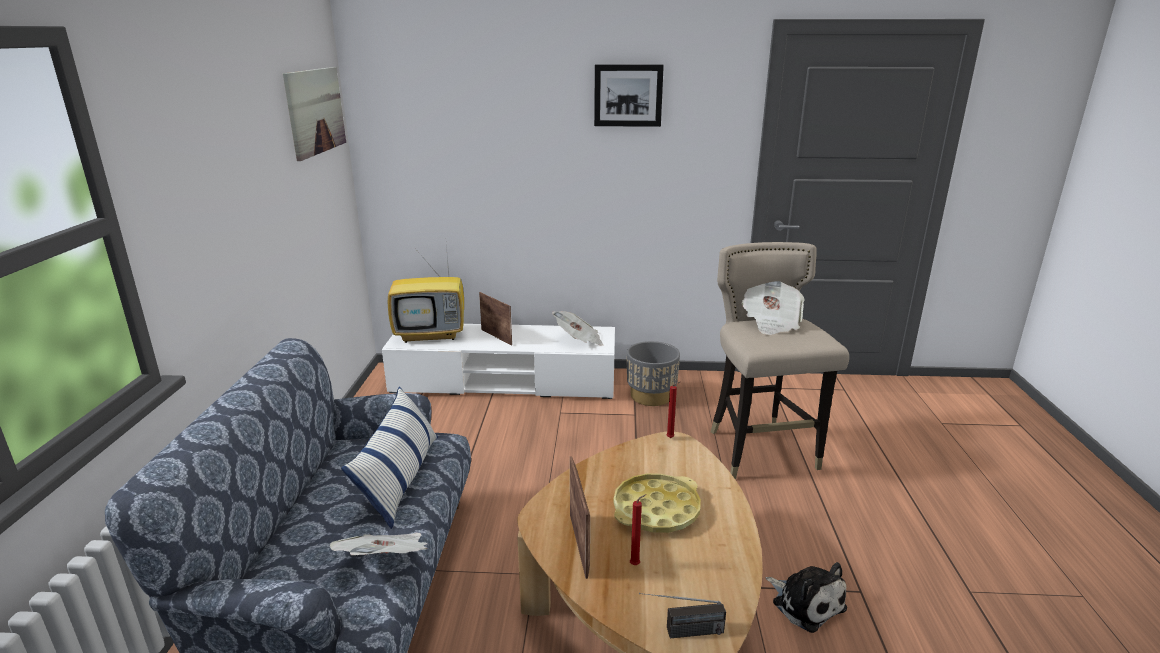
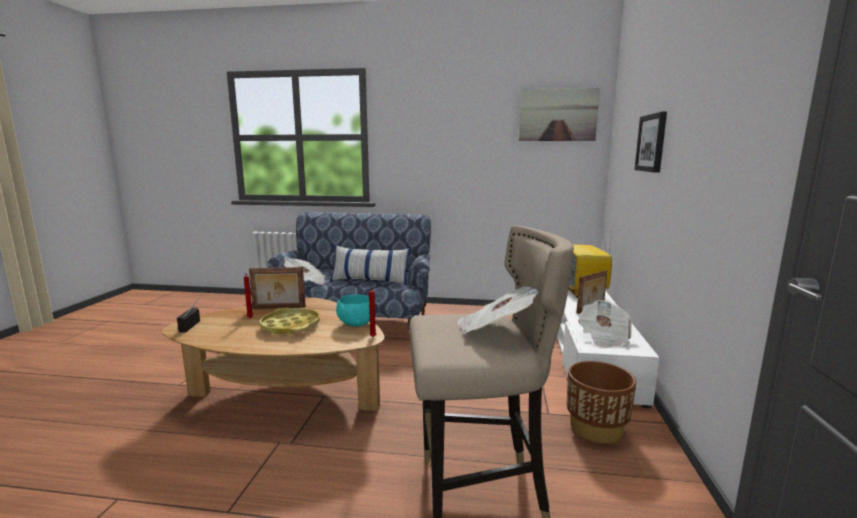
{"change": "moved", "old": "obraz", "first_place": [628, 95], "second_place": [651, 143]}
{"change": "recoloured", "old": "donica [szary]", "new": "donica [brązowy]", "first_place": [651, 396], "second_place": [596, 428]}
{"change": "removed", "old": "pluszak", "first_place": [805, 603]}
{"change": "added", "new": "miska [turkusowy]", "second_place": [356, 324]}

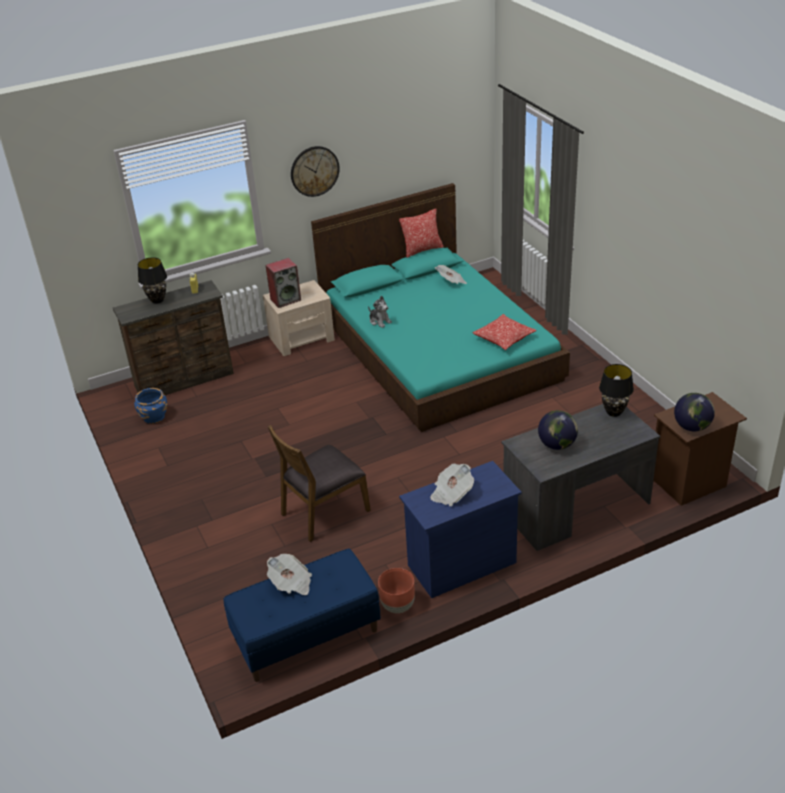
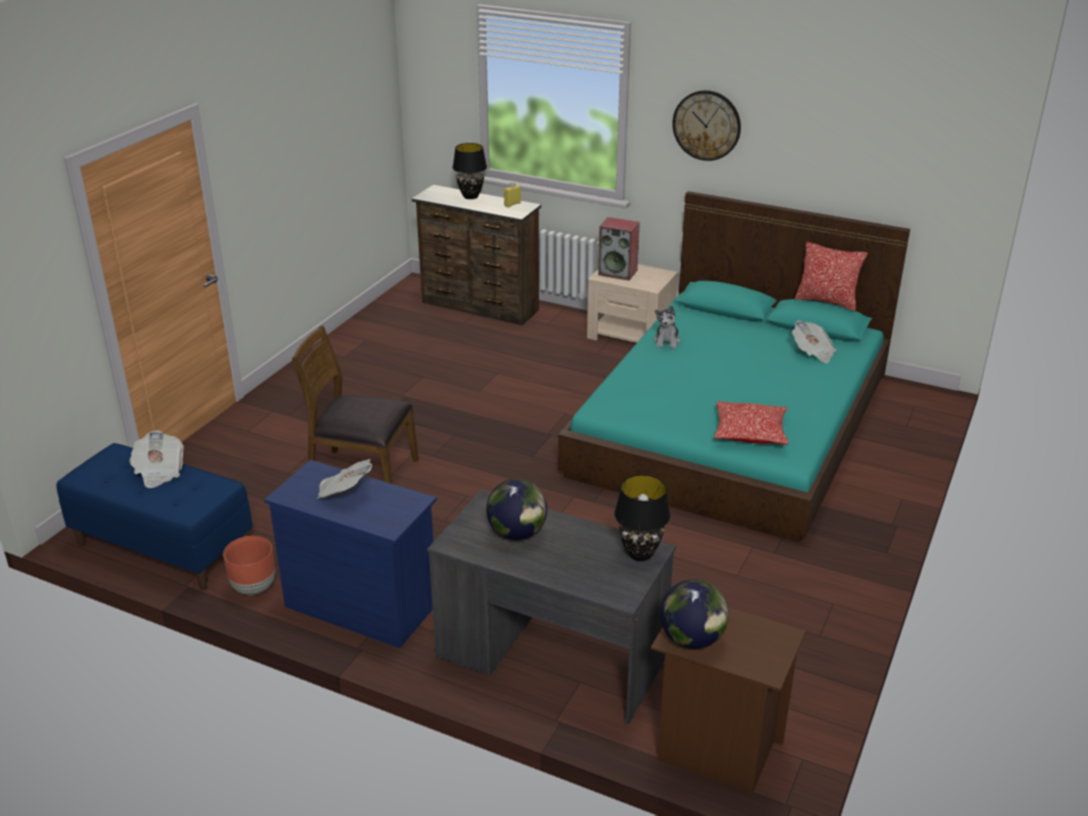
{"change": "removed", "old": "donica [niebieski]", "first_place": [154, 417]}

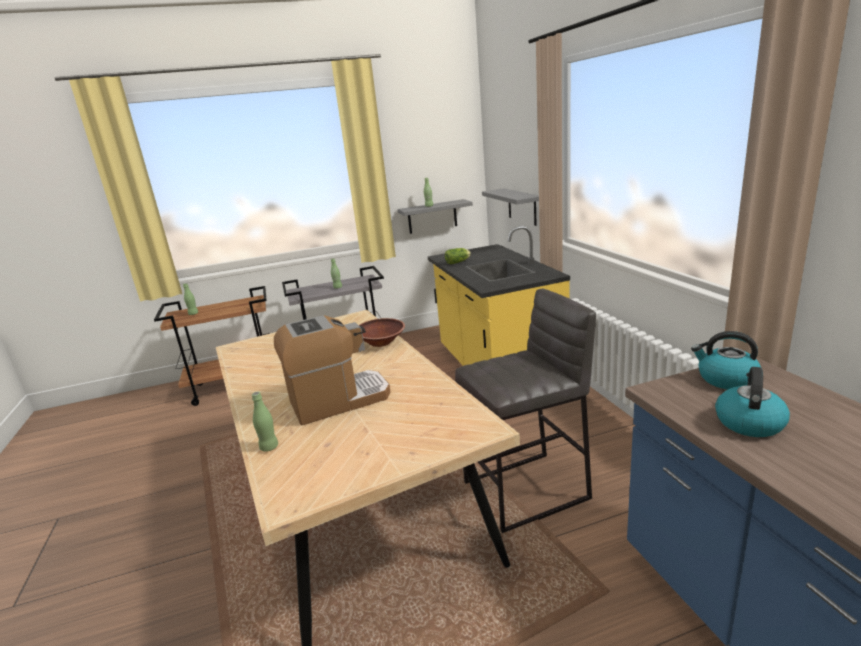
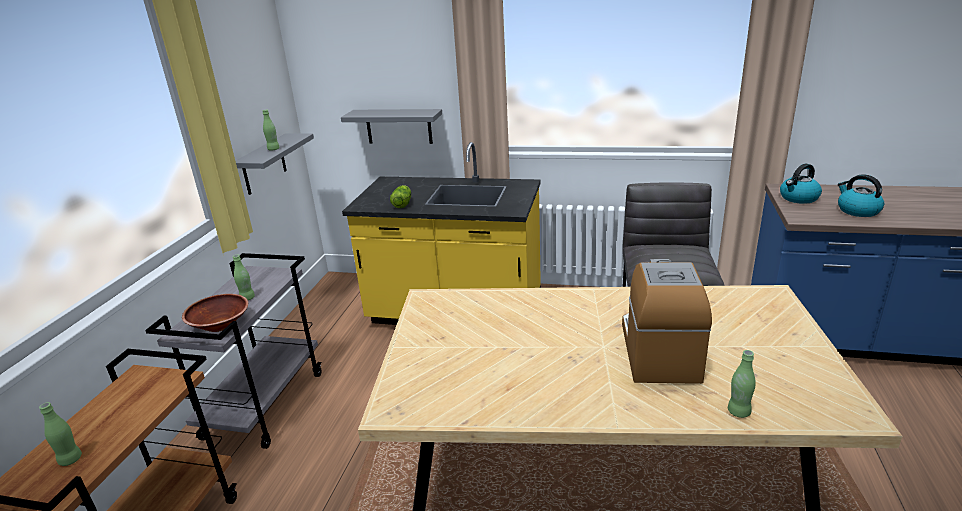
{"change": "moved", "old": "miska [brązowy]", "first_place": [381, 342], "second_place": [219, 325]}

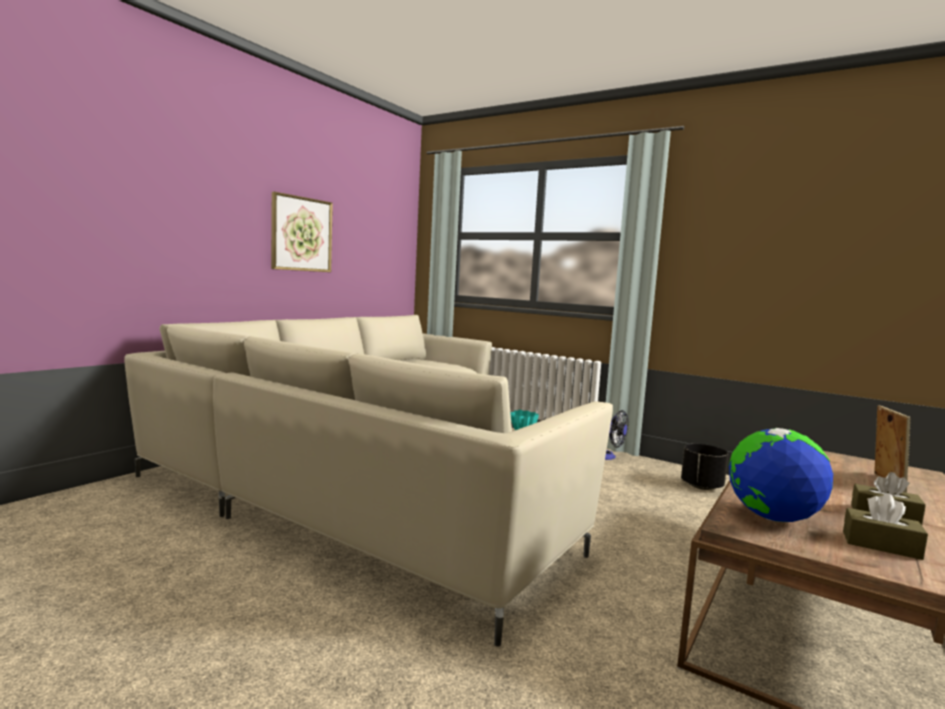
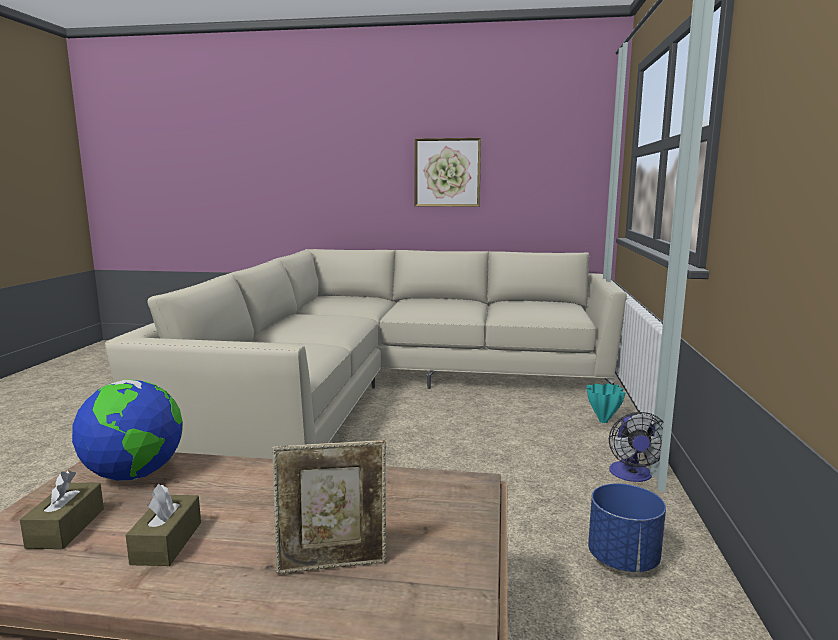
{"change": "recoloured", "old": "donica [czarny]", "new": "donica [niebieski]", "first_place": [701, 486], "second_place": [622, 559]}

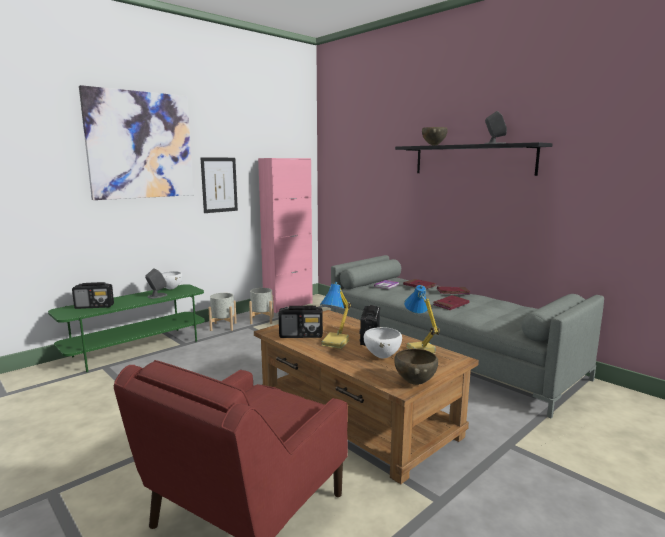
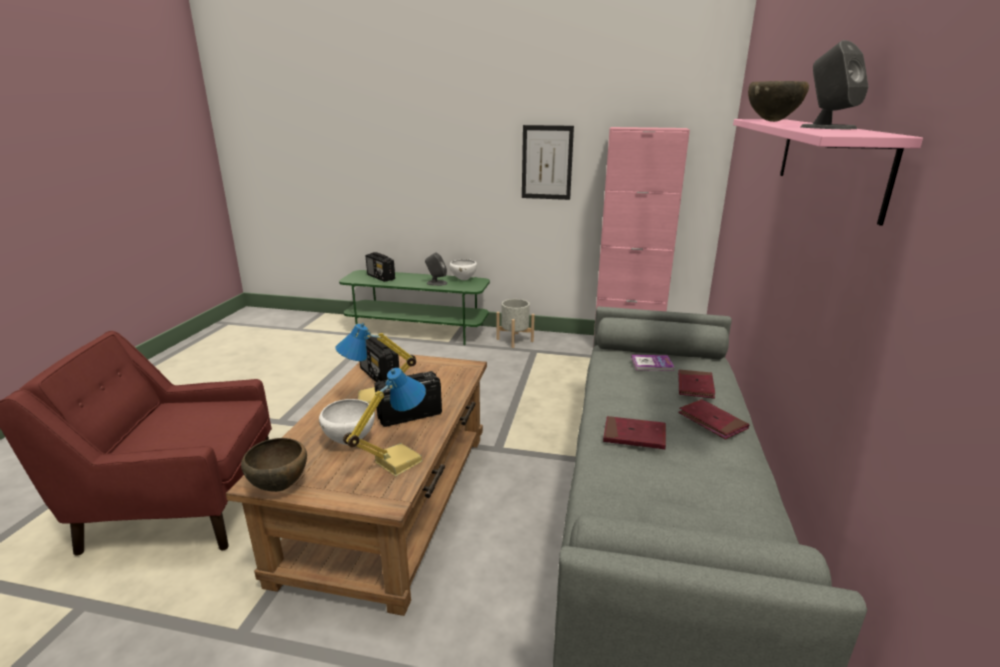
{"change": "removed", "old": "obraz", "first_place": [140, 145]}
{"change": "recoloured", "old": "półka [czarny]", "new": "półka [różowy]", "first_place": [472, 159], "second_place": [827, 160]}
{"change": "removed", "old": "donica [szary]", "first_place": [262, 320]}

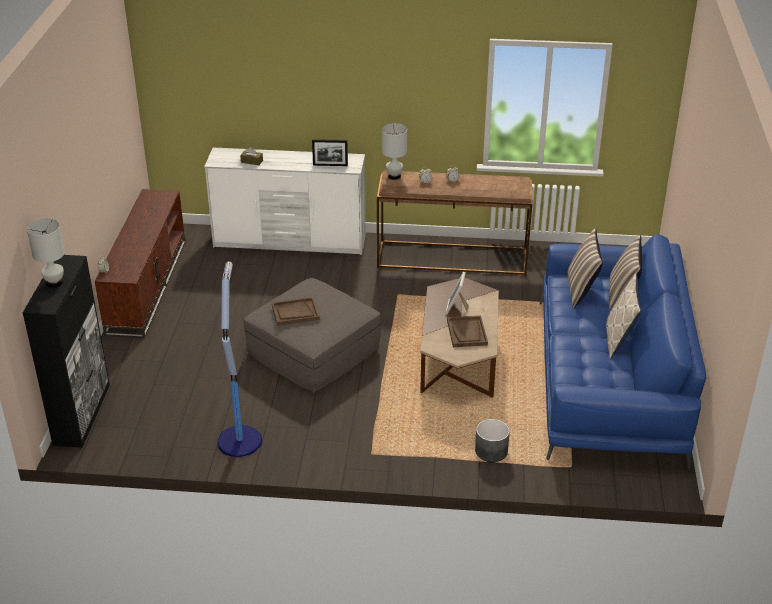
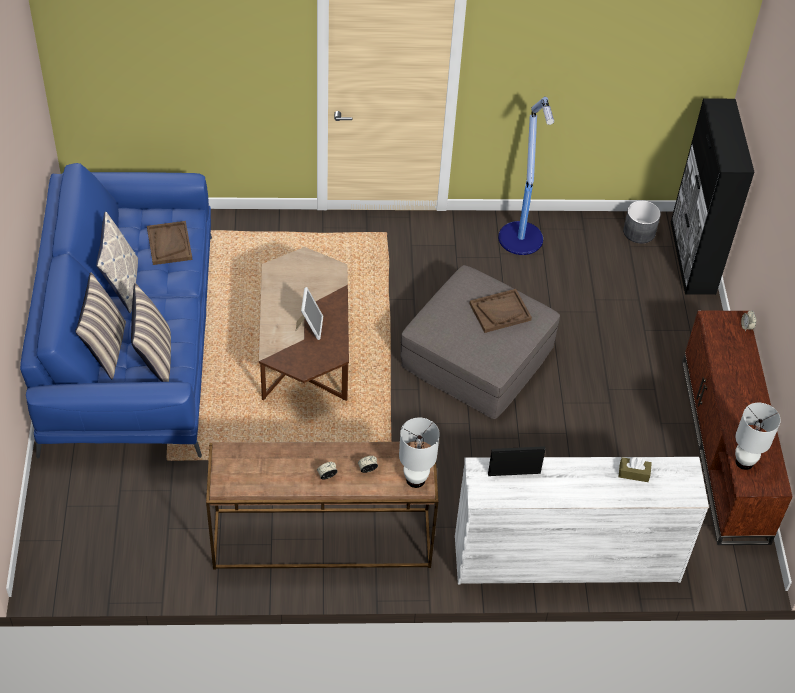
{"change": "moved", "old": "lampa stołowa [biały]", "first_place": [55, 282], "second_place": [744, 462]}
{"change": "moved", "old": "taca [brązowy]", "first_place": [467, 333], "second_place": [169, 244]}
{"change": "moved", "old": "donica [szary]", "first_place": [491, 451], "second_place": [639, 231]}

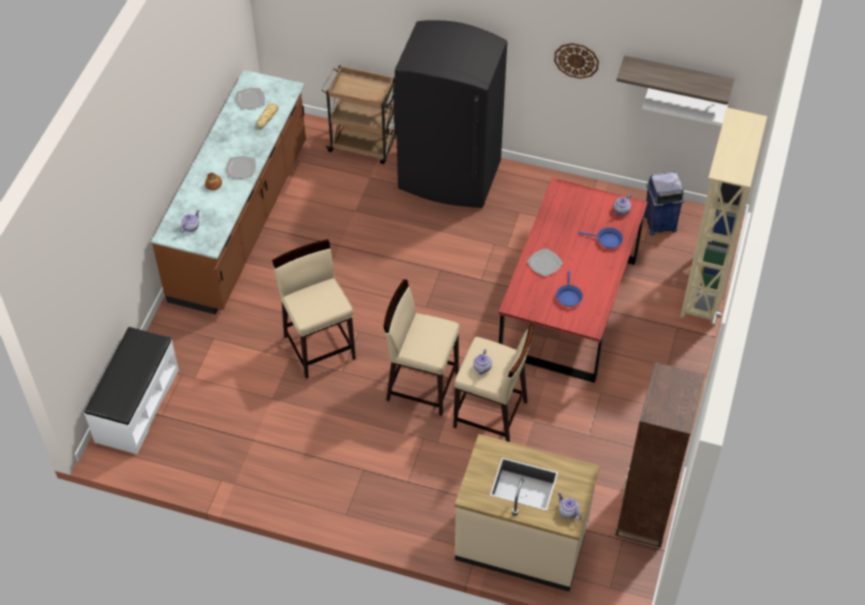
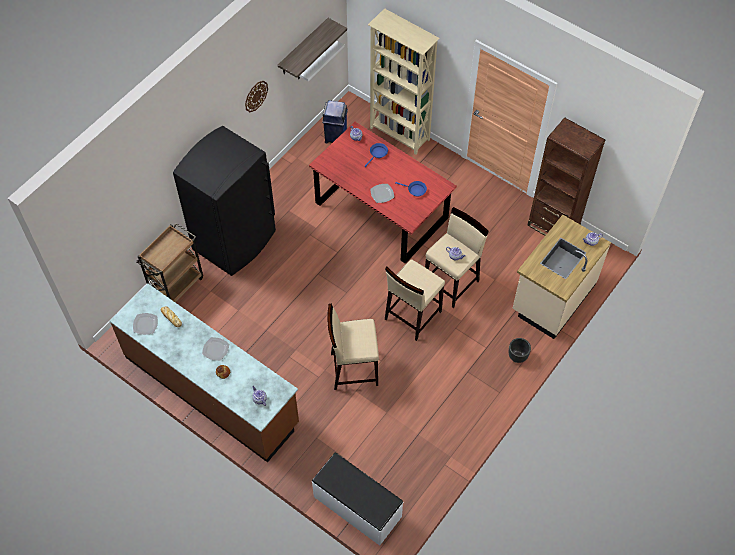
{"change": "added", "new": "donica [czarny]", "second_place": [518, 356]}

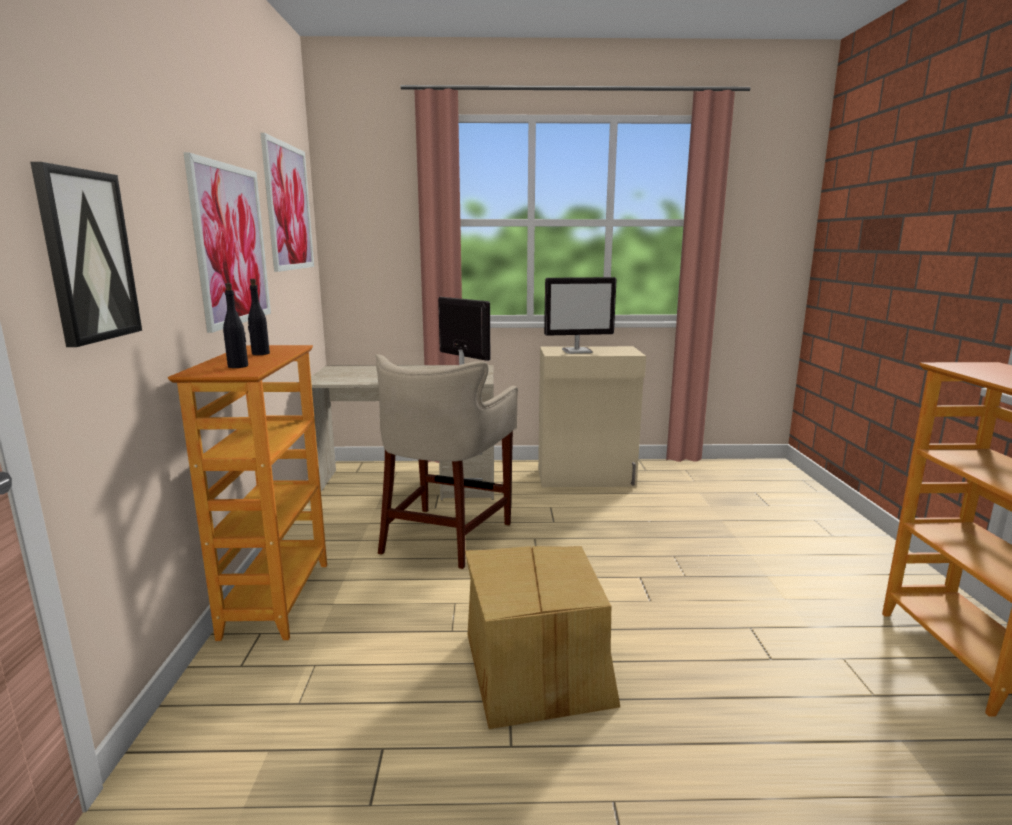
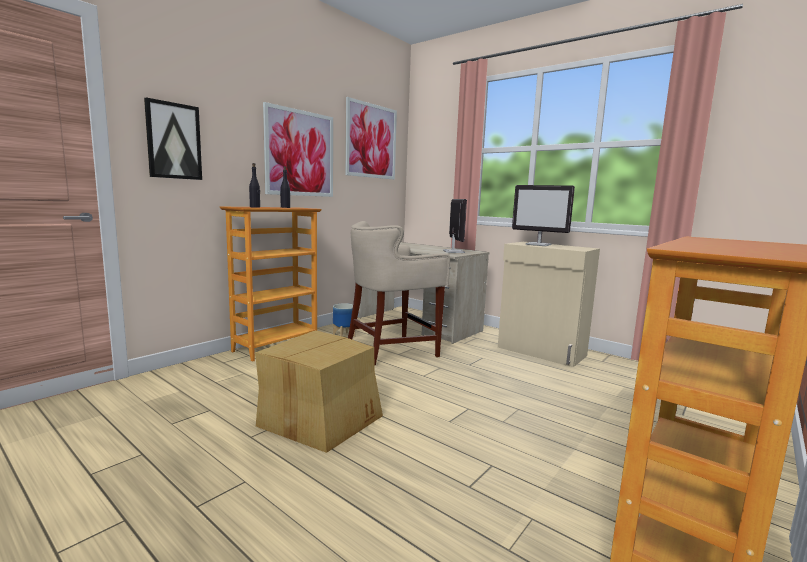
{"change": "added", "new": "donica", "second_place": [344, 336]}

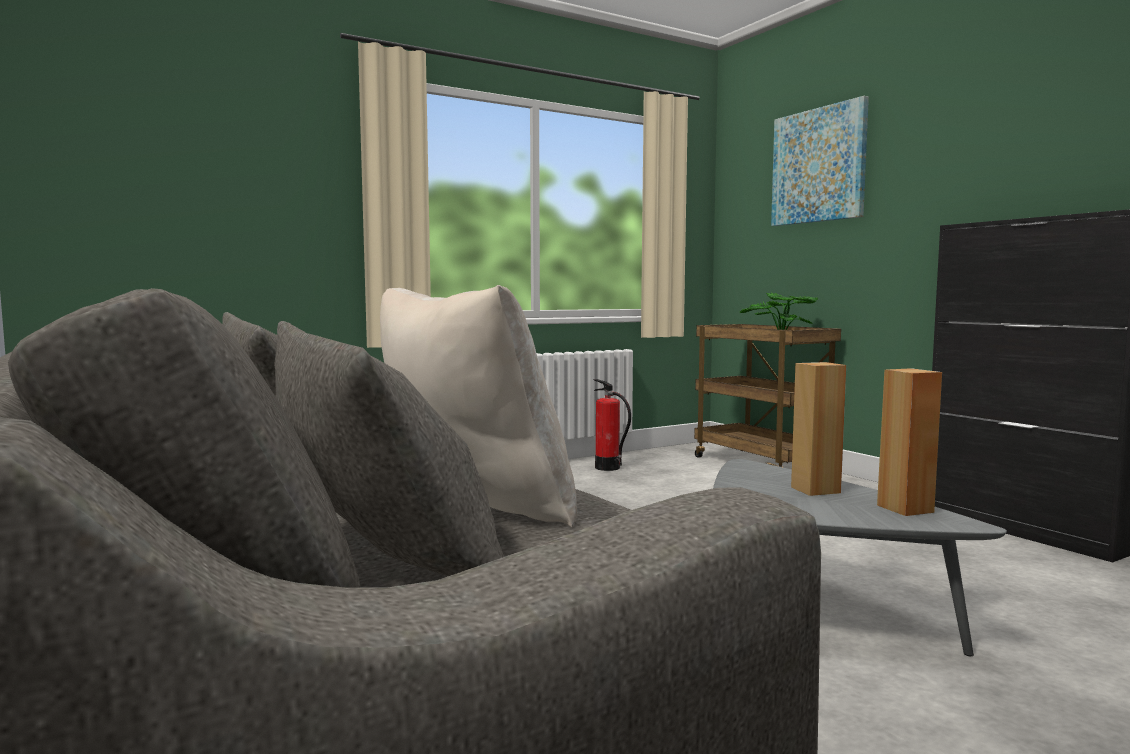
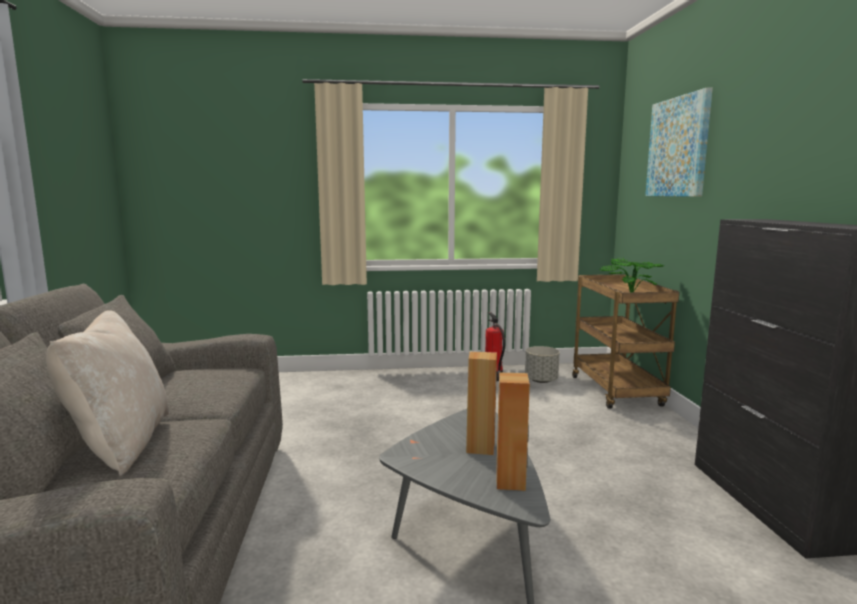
{"change": "added", "new": "donica [szary]", "second_place": [541, 380]}

